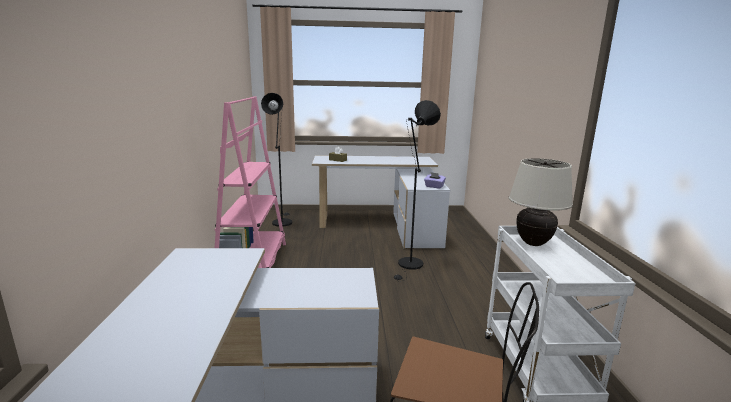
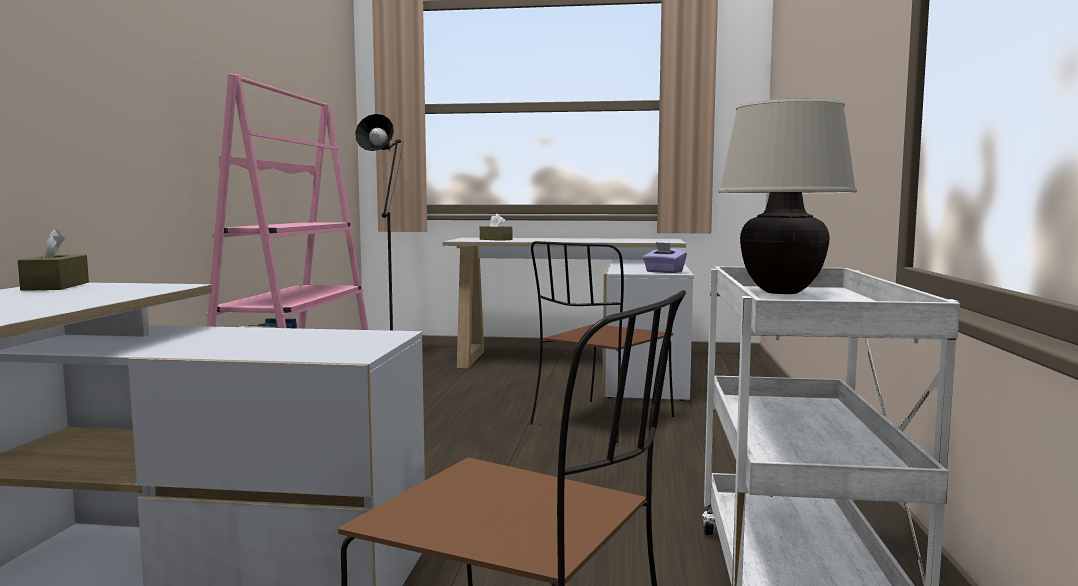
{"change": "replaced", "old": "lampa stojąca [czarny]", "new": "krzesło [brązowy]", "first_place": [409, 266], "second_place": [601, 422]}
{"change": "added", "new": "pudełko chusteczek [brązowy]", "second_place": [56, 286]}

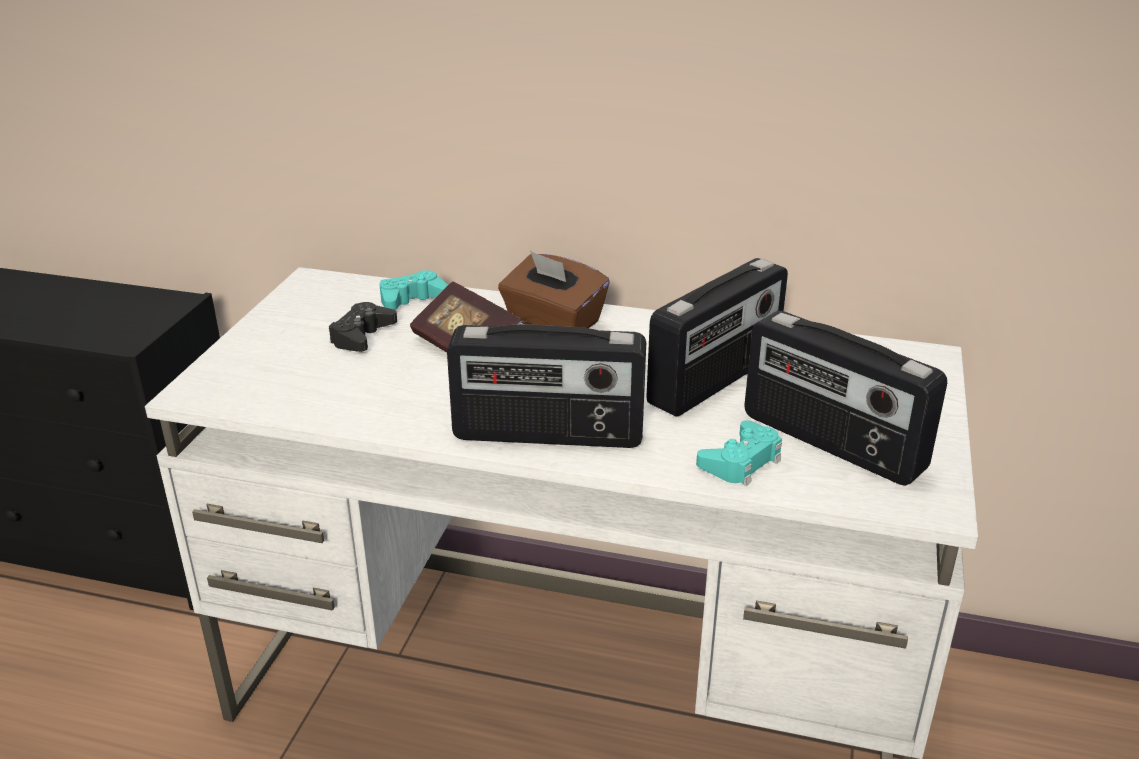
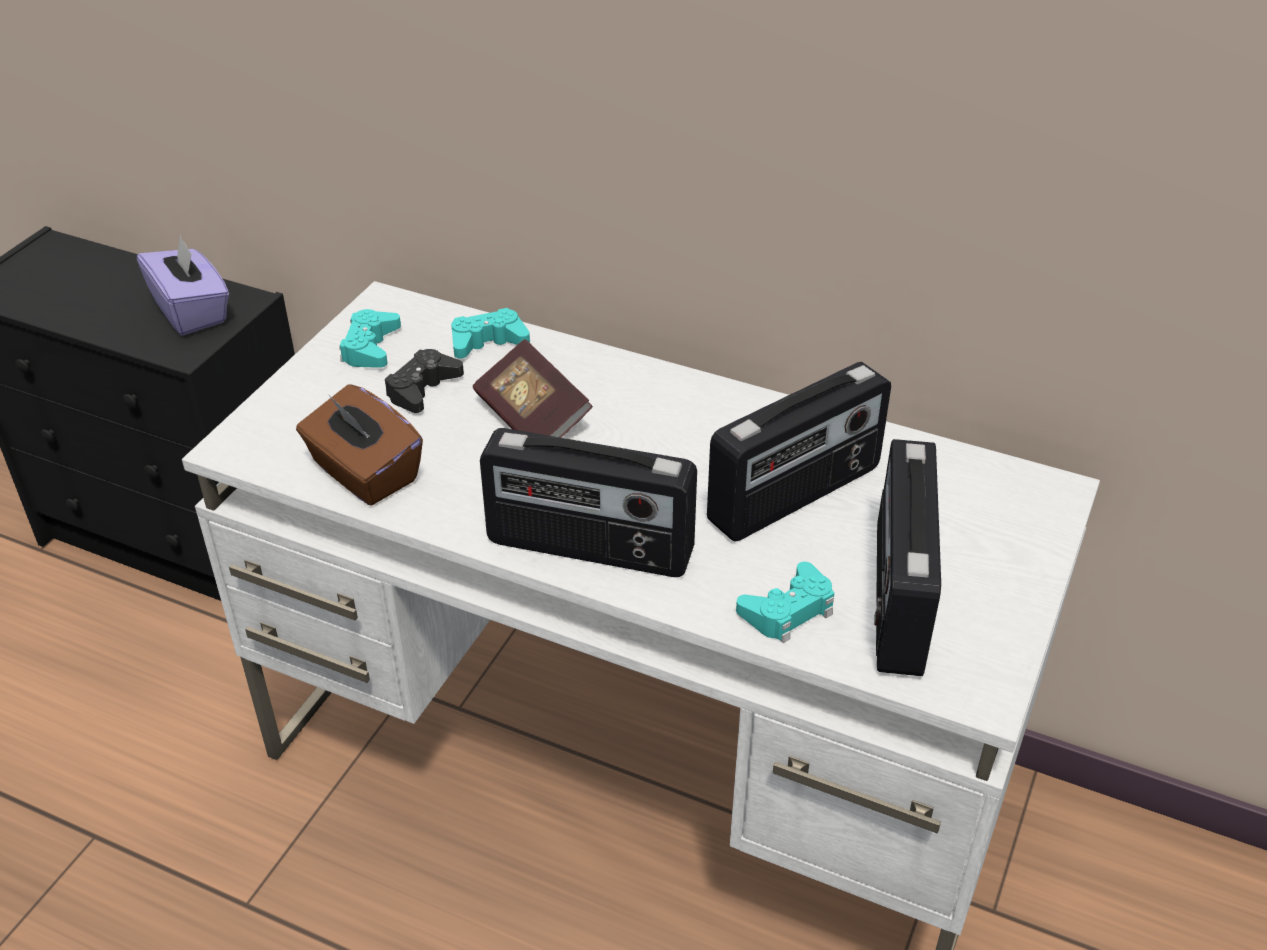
{"change": "moved", "old": "pudełko chusteczek [brązowy]", "first_place": [553, 322], "second_place": [364, 473]}
{"change": "turned", "old": "radio", "first_place": [831, 443], "second_place": [896, 598], "degrees": 45}
{"change": "added", "new": "pudełko chusteczek [fioletowy]", "second_place": [191, 311]}
{"change": "added", "new": "pad do gier [turkusowy]", "second_place": [370, 347]}

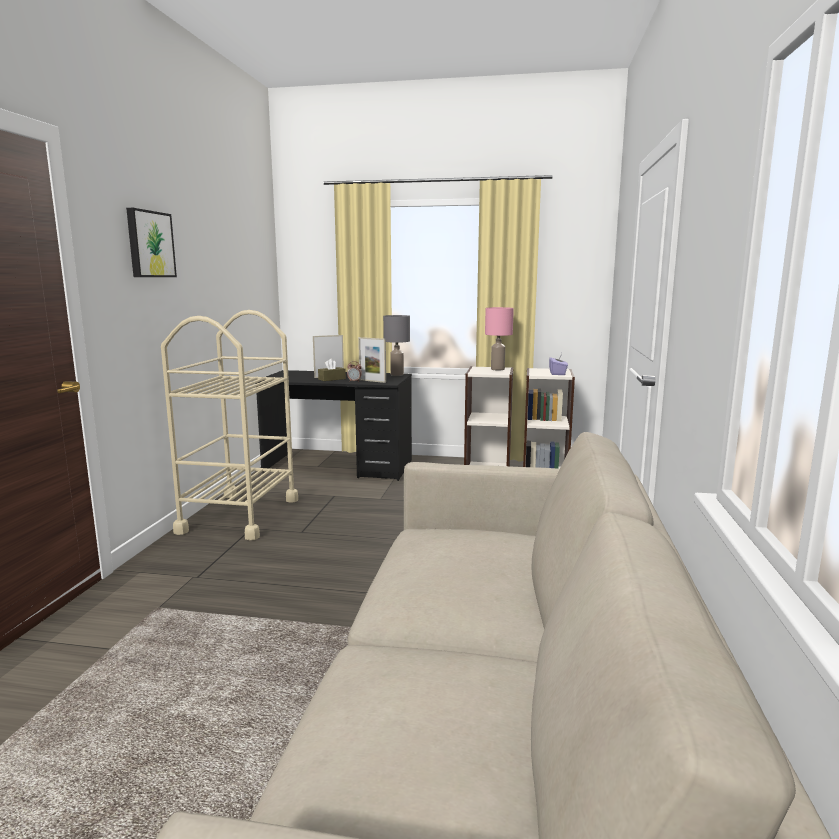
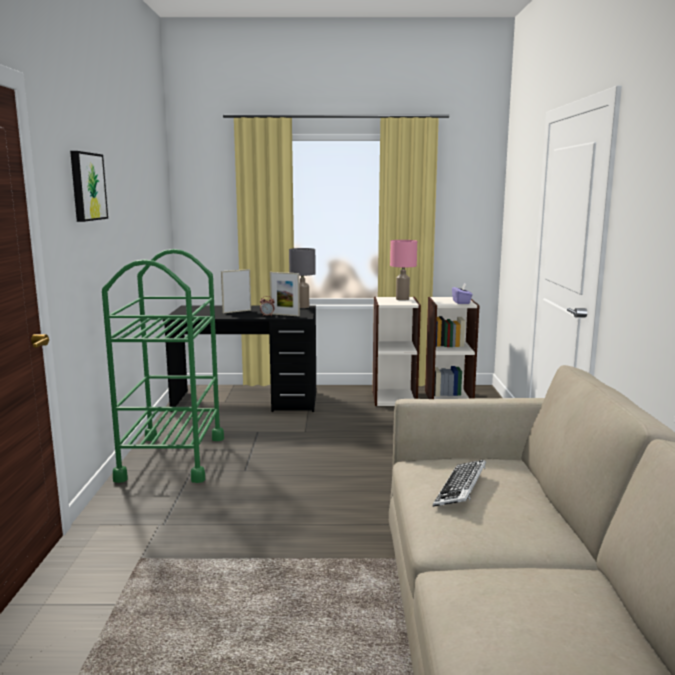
{"change": "recoloured", "old": "wózek [beżowy]", "new": "wózek [zielony]", "first_place": [240, 515], "second_place": [172, 458]}
{"change": "removed", "old": "pudełko chusteczek [brązowy]", "first_place": [332, 379]}
{"change": "added", "new": "klawiatura", "second_place": [461, 489]}

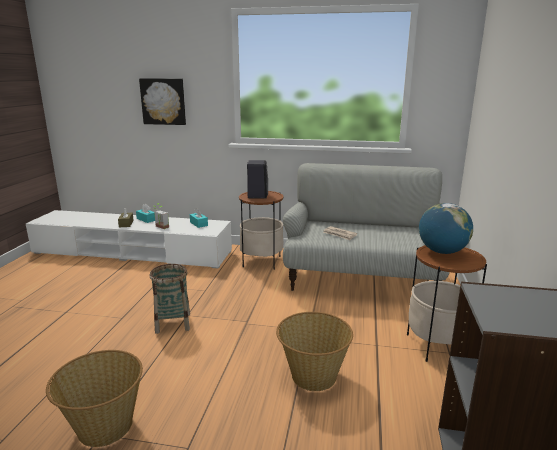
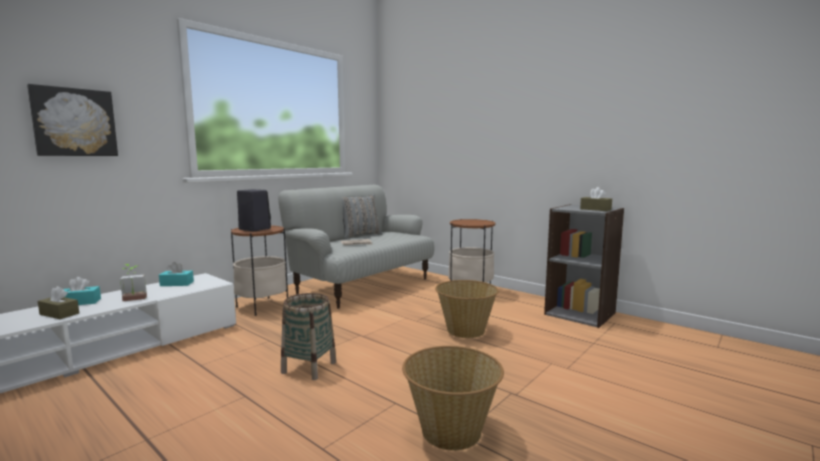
{"change": "removed", "old": "globus", "first_place": [442, 252]}
{"change": "added", "new": "pudełko chusteczek [brązowy]", "second_place": [595, 209]}
{"change": "added", "new": "poduszka [szary]", "second_place": [359, 235]}

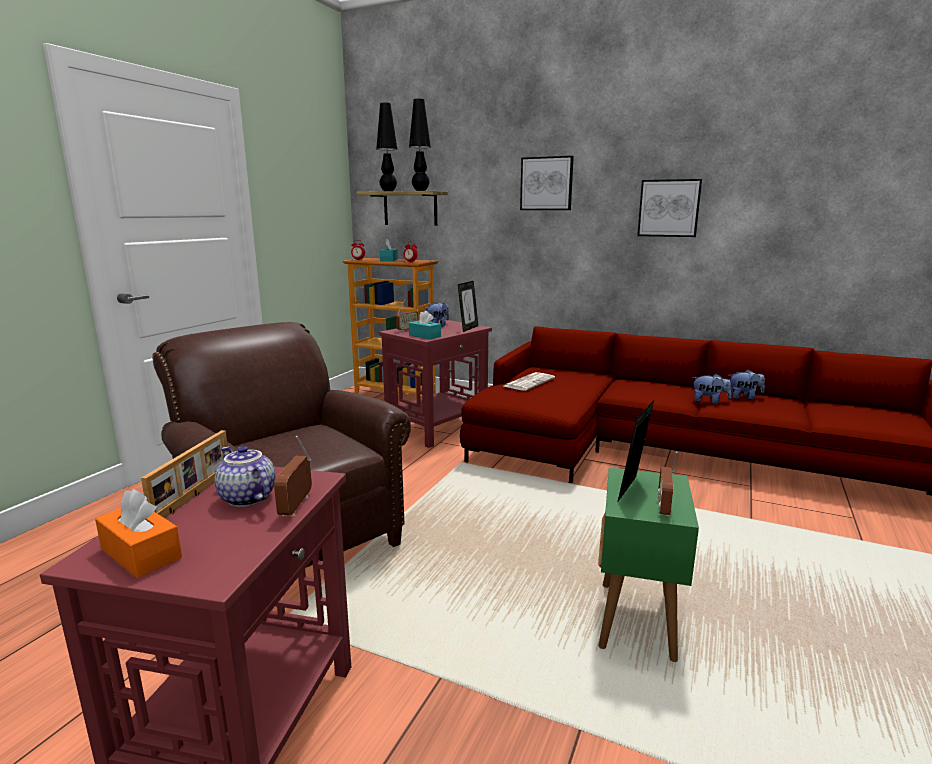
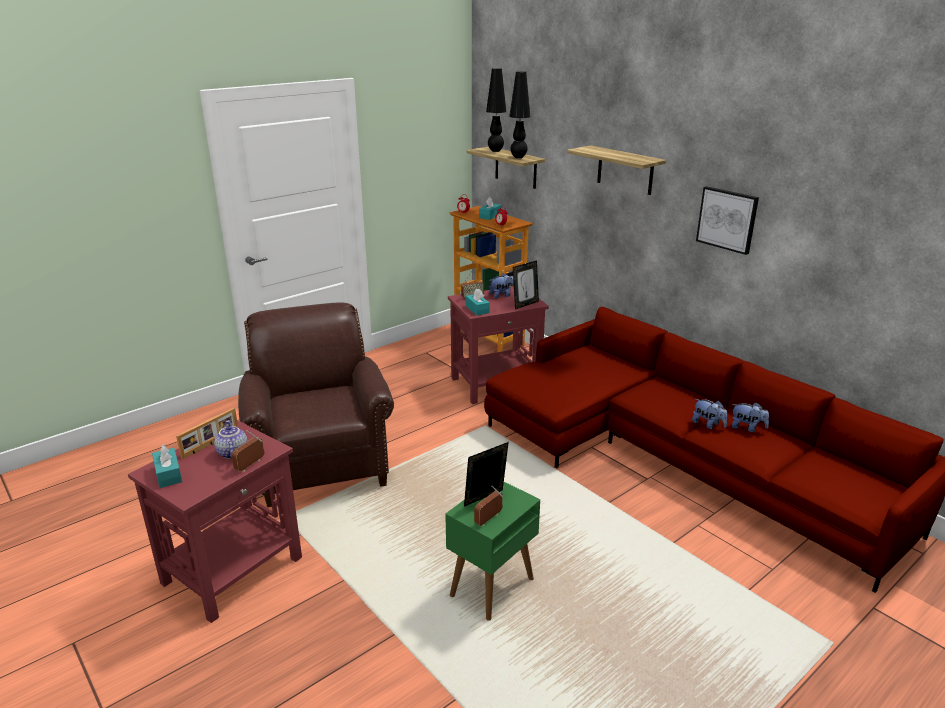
{"change": "replaced", "old": "obraz", "new": "półka", "first_place": [546, 183], "second_place": [625, 170]}
{"change": "removed", "old": "gazeta", "first_place": [529, 382]}
{"change": "recoloured", "old": "pudełko chusteczek [pomarańczowy]", "new": "pudełko chusteczek [turkusowy]", "first_place": [141, 553], "second_place": [168, 474]}

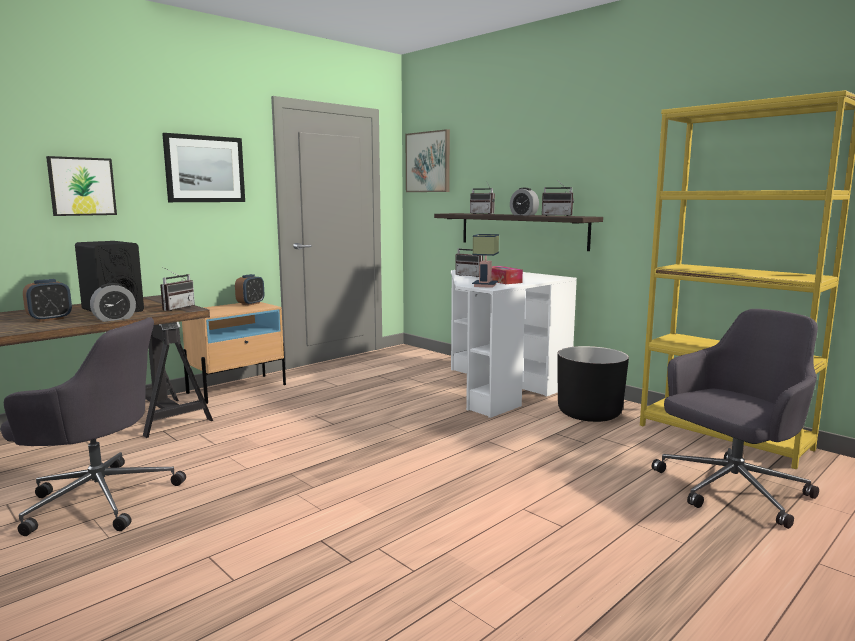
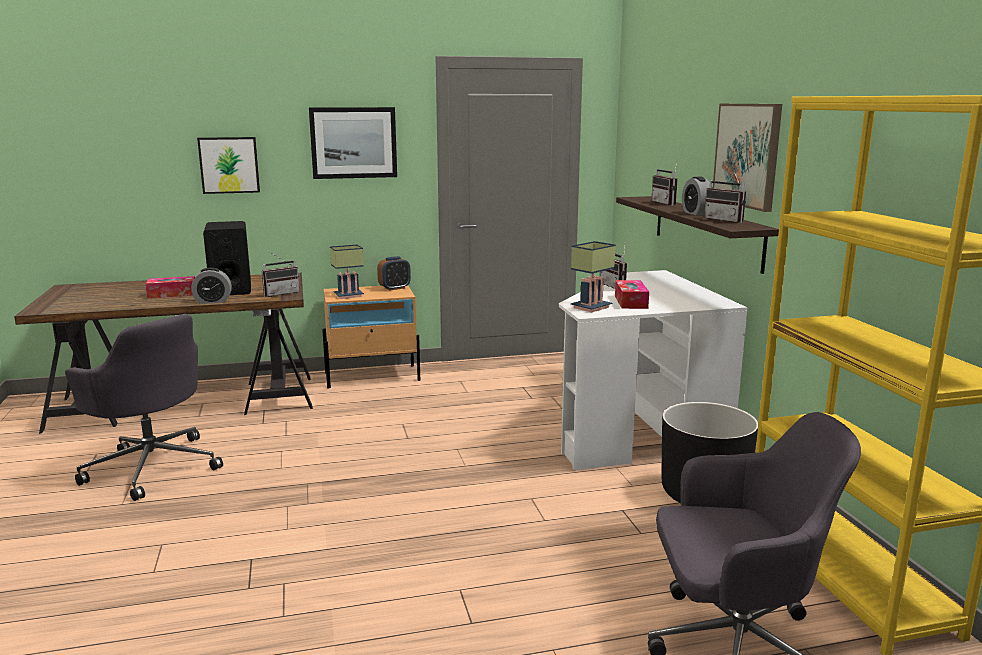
{"change": "moved", "old": "obraz", "first_place": [428, 162], "second_place": [747, 155]}
{"change": "replaced", "old": "budzik", "new": "pudełko chusteczek", "first_place": [50, 319], "second_place": [172, 294]}
{"change": "added", "new": "lampa stołowa", "second_place": [349, 295]}

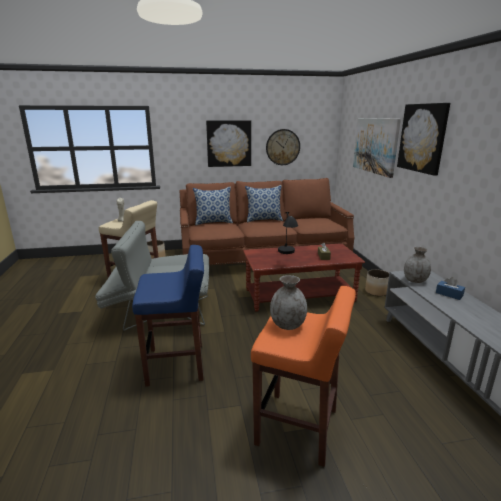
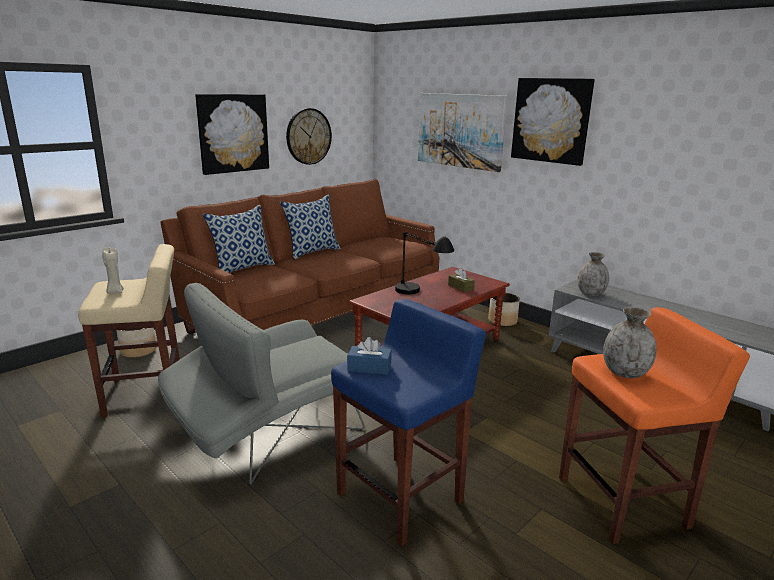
{"change": "moved", "old": "pudełko chusteczek [niebieski]", "first_place": [449, 294], "second_place": [369, 368]}

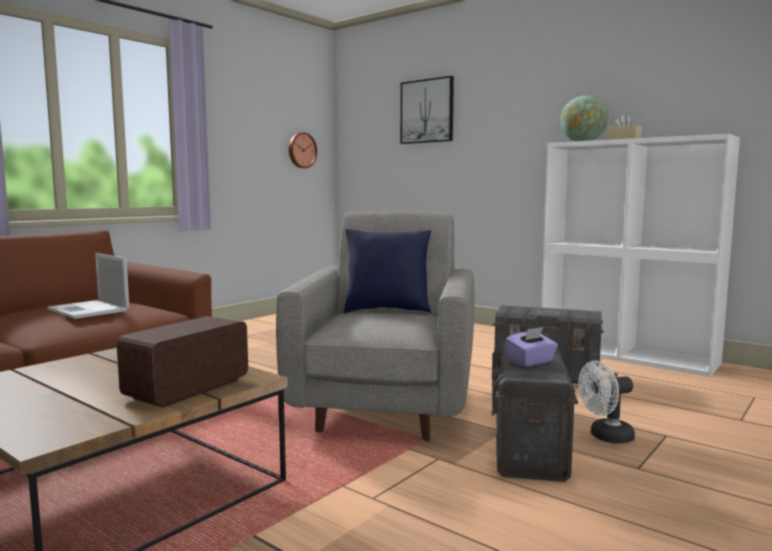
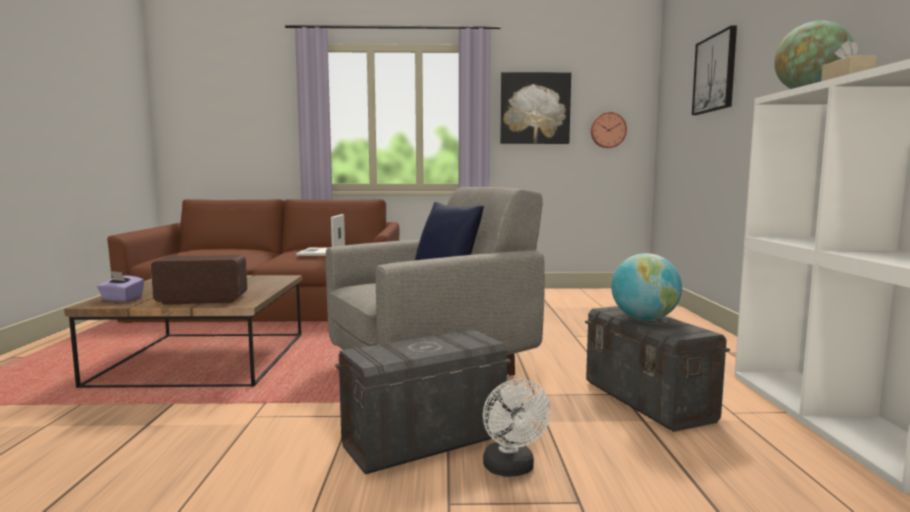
{"change": "moved", "old": "pudełko chusteczek [fioletowy]", "first_place": [531, 362], "second_place": [121, 299]}
{"change": "turned", "old": "wentylator [biały]", "first_place": [606, 437], "second_place": [511, 469], "degrees": -135}
{"change": "added", "new": "obraz", "second_place": [534, 108]}
{"change": "added", "new": "globus", "second_place": [644, 319]}

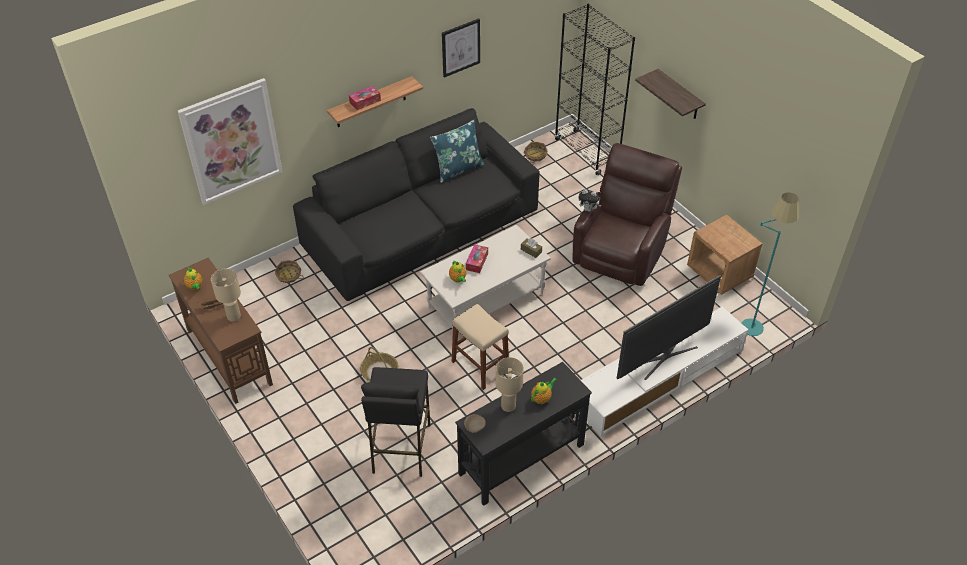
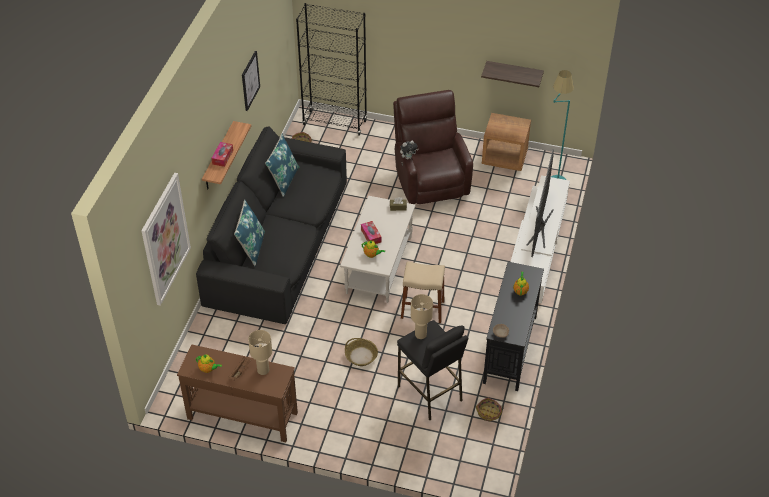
{"change": "moved", "old": "półka", "first_place": [679, 95], "second_place": [514, 73]}
{"change": "moved", "old": "koszyk", "first_place": [289, 276], "second_place": [489, 413]}
{"change": "moved", "old": "lampa stołowa [beżowy]", "first_place": [508, 406], "second_place": [420, 334]}
{"change": "added", "new": "poduszka [niebieski]", "second_place": [251, 248]}

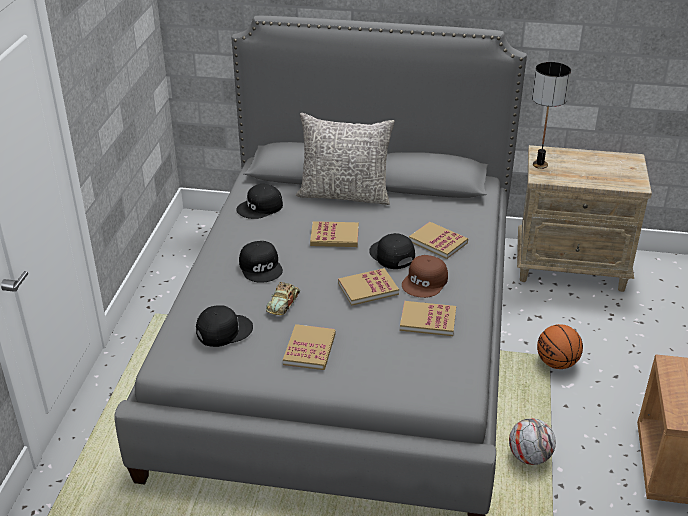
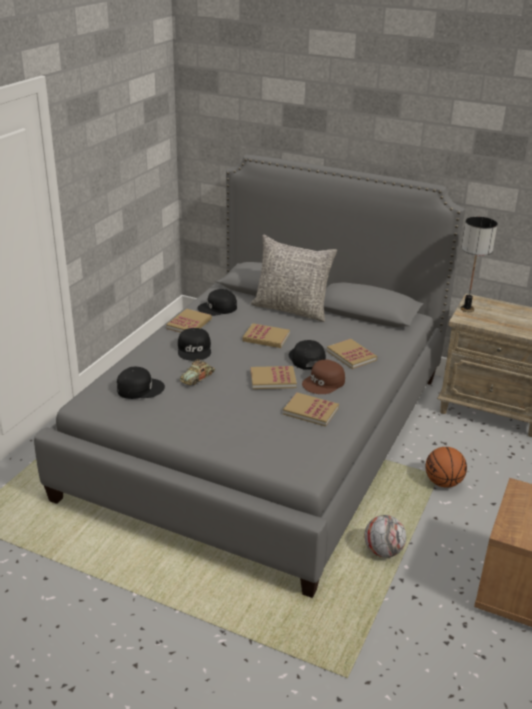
{"change": "moved", "old": "książka", "first_place": [309, 349], "second_place": [189, 324]}

